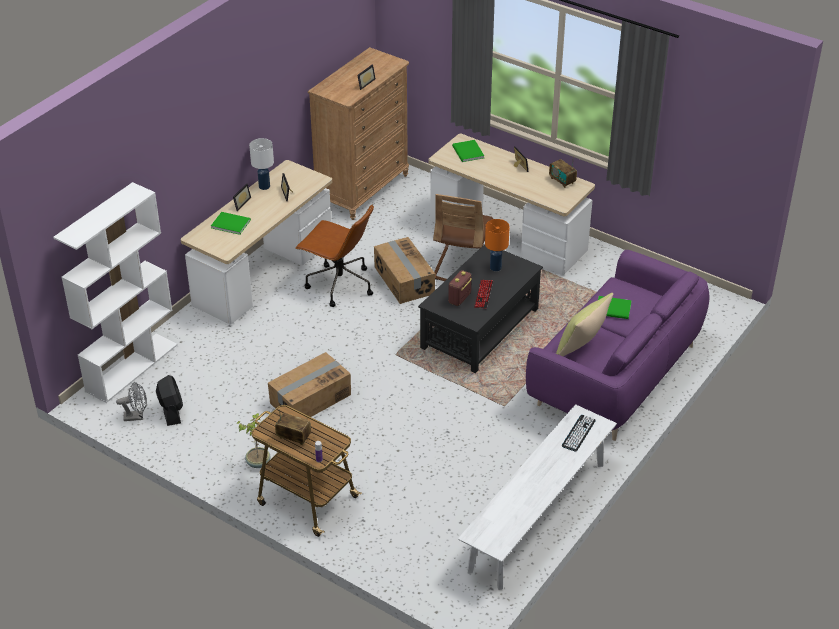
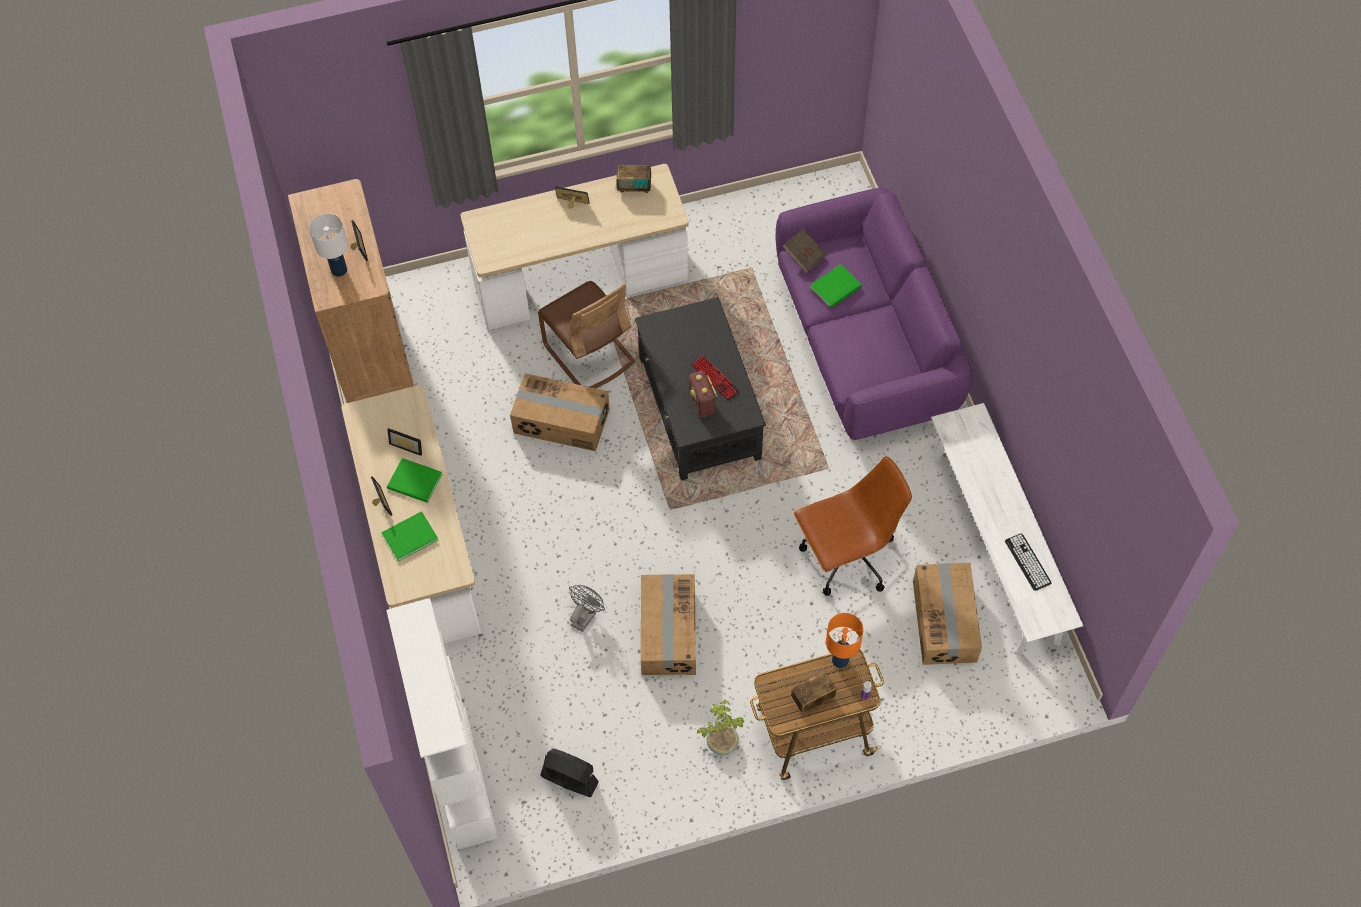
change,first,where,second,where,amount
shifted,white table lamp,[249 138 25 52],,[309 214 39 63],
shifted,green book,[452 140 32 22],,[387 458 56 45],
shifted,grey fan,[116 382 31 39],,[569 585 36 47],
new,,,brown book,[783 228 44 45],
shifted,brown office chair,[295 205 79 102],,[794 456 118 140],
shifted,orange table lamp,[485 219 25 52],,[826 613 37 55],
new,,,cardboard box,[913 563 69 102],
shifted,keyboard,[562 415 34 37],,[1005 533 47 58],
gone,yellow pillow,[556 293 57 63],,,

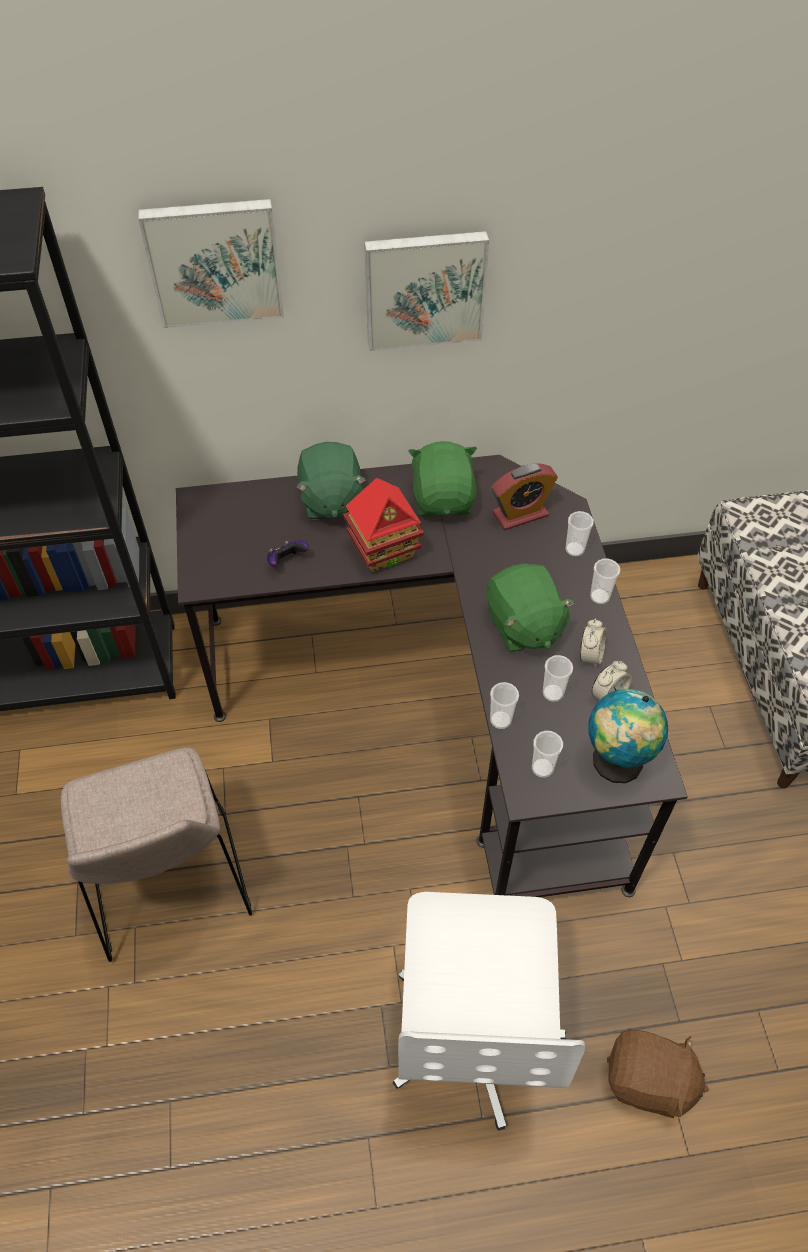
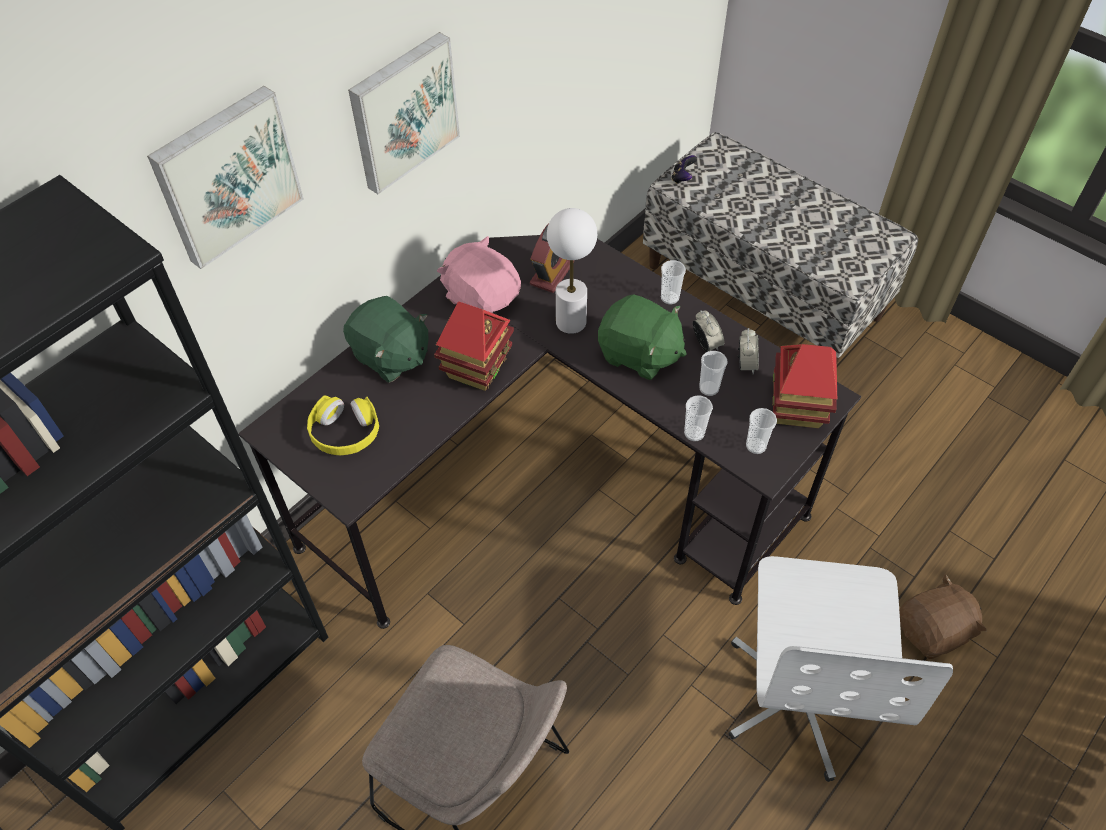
change,first,where,second,where,amount
new,,,yellow headphones,[307 395 72 60],
repainted,green plush toy,[408 441 69 76],pink plush toy,[437 236 84 77],
new,,,white table lamp,[547 208 50 126],
shifted,game controller,[267 540 42 27],,[671 155 26 29],
rotated,white office chair,[393 892 192 239],,[729 556 224 226],45 degrees clockwise
swapped,globe,[588 689 80 94],toy house,[772 344 65 84],
gone,cup,[566 511 28 46],,,

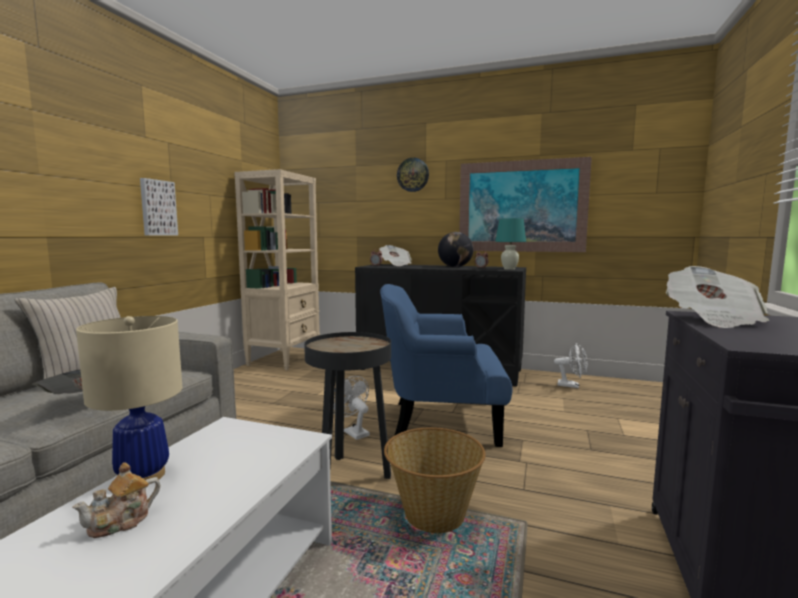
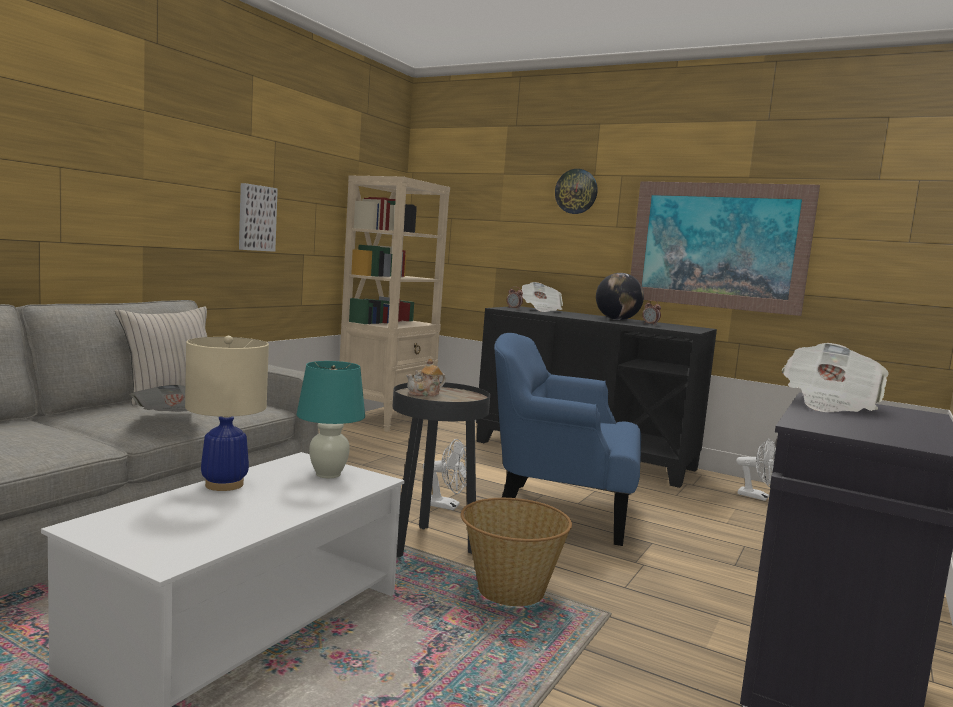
change,first,where,second,where,amount
shifted,turquoise table lamp,[495 218 31 52],,[297 361 68 117],
shifted,teapot,[72 462 88 76],,[406 359 40 38],
rotated,white fan,[333 376 37 64],,[423 439 44 71],135 degrees clockwise

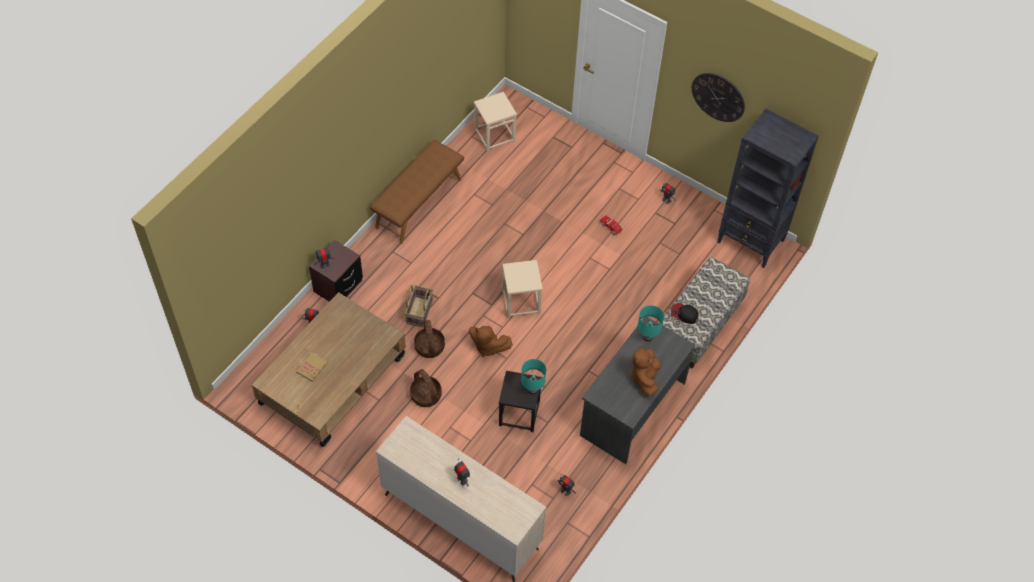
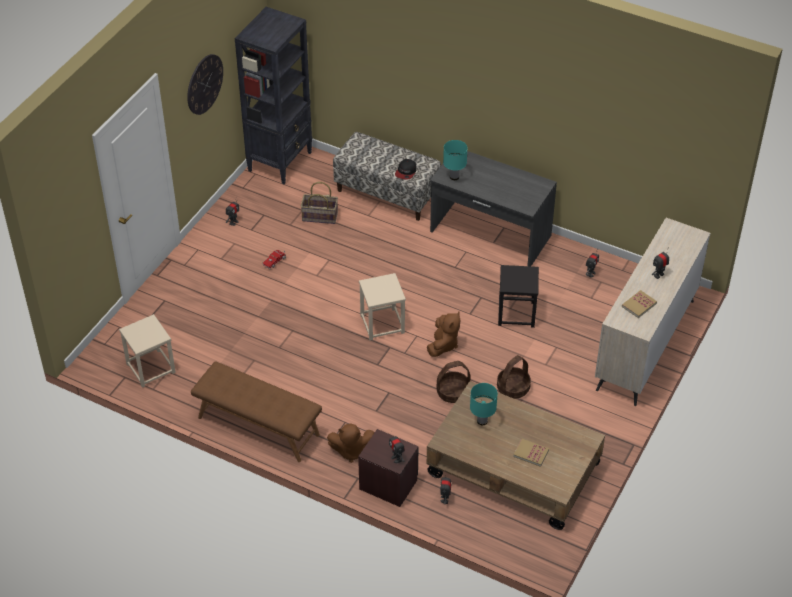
change,first,where,second,where,amount
shifted,basket,[405 285 28 42],,[301 182 37 42],
shifted,brown plush toy,[631 345 30 51],,[327 423 48 40],
shifted,turquoise table lamp,[521 359 25 35],,[470 383 28 42],
new,,,book,[622 290 35 28],

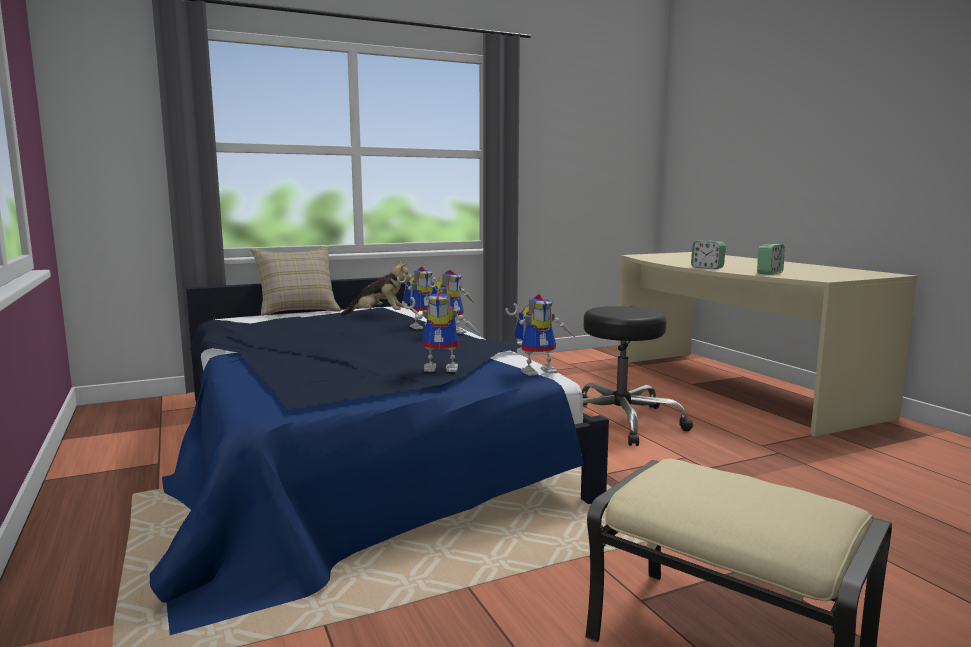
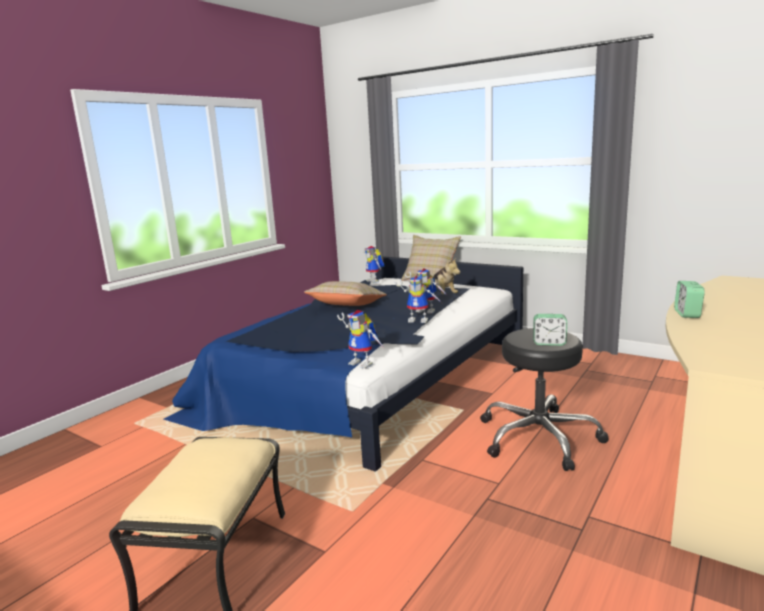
change,first,where,second,where,amount
new,,,beige pillow,[304 281 83 25],
shifted,toy robot,[402 290 81 82],,[363 246 22 37],
shifted,alarm clock,[757 244 27 31],,[533 314 34 32],

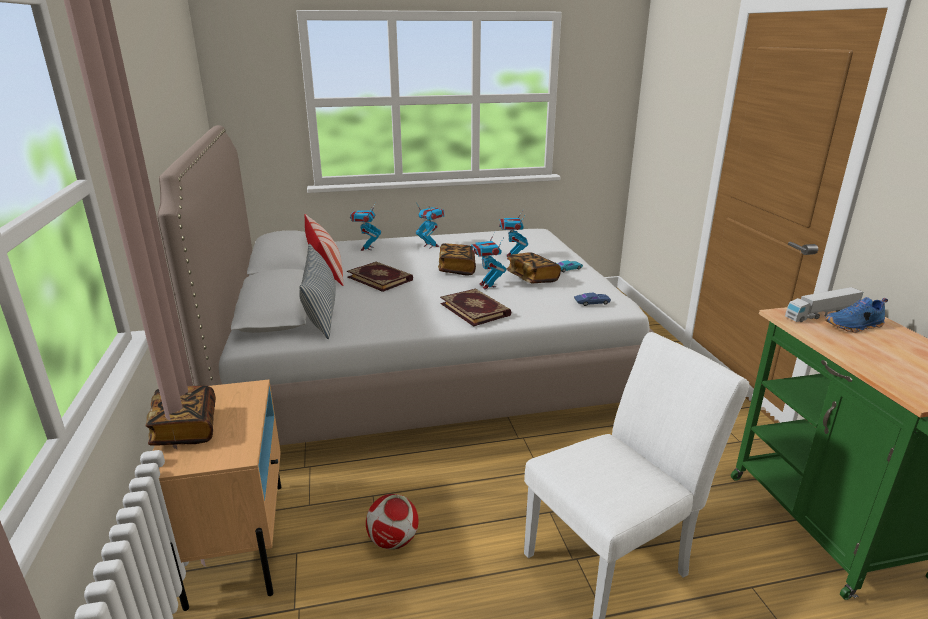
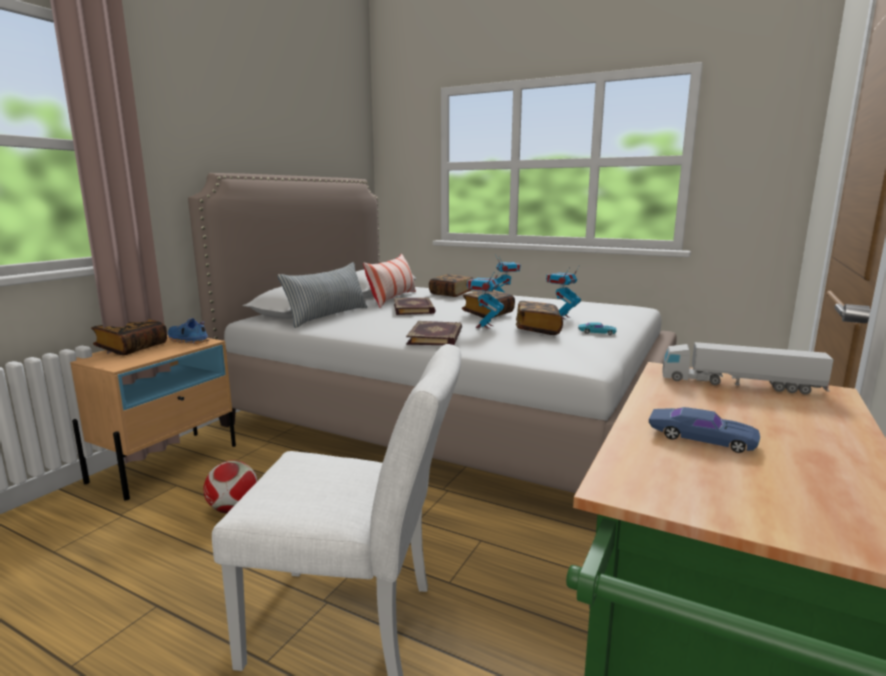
change,first,where,second,where,amount
shifted,blue shoe,[825 297 63 36],,[168 318 41 26],
swapped,toy robot,[350 203 31 48],book,[429 274 44 23],
shifted,blue toy car,[574 292 37 14],,[649 407 111 46],

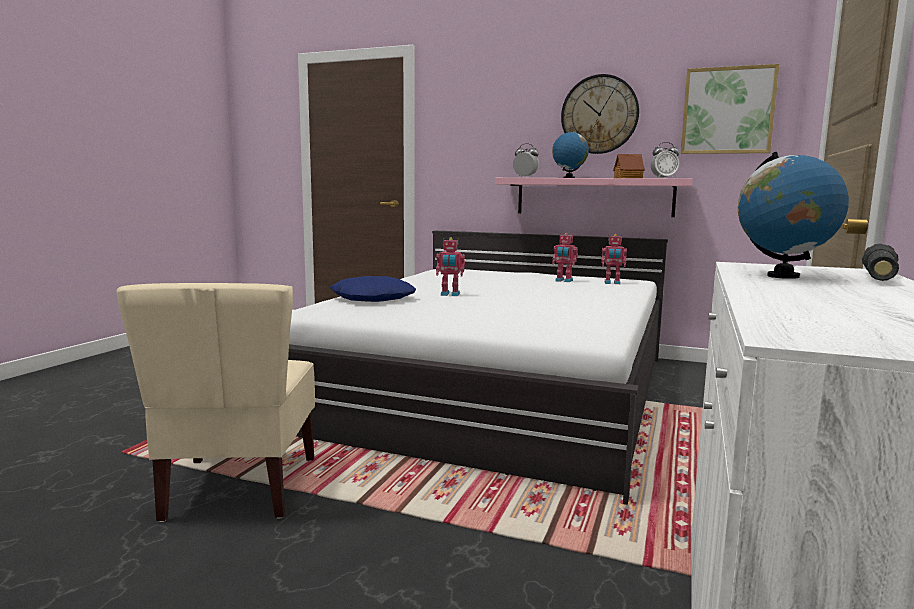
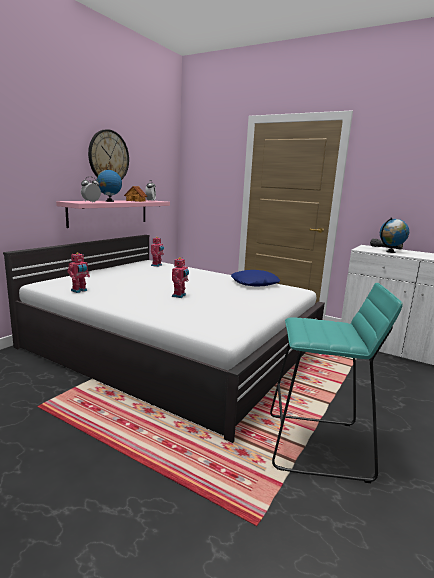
change,first,where,second,where,amount
shifted,toy robot,[552 233 26 49],,[67 252 23 41],
shifted,blue pillow,[329 276 87 26],,[231 270 49 16],
swapped,beige chair,[116 283 199 239],turquoise stool,[270 283 133 200],
gone,picture,[681 64 98 90],,,

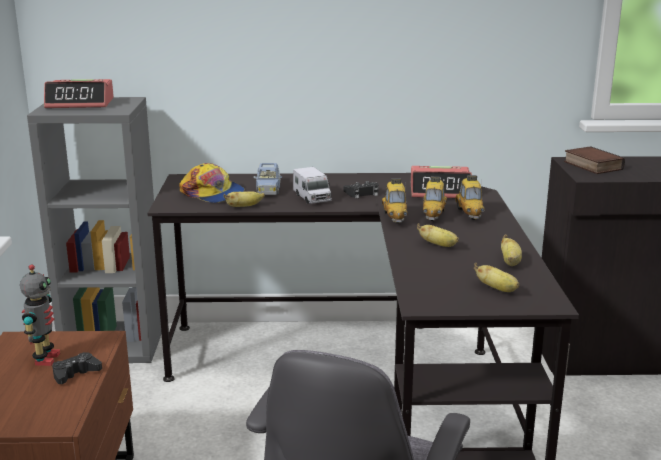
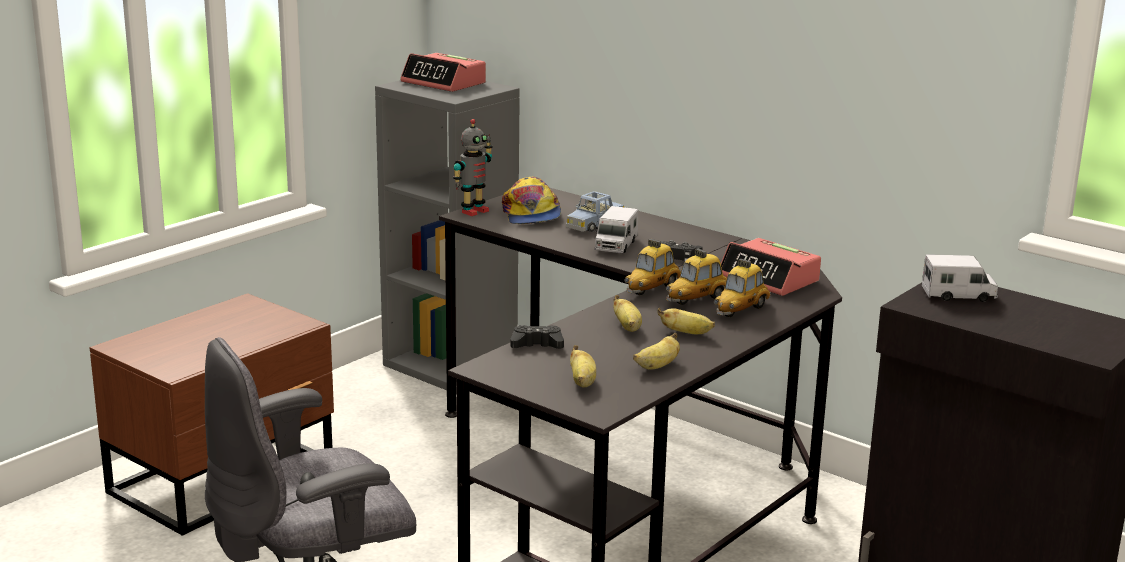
change,first,where,second,where,amount
shifted,toy robot,[20 264 40 102],,[453 119 40 97],
shifted,black game controller,[52 352 50 32],,[510 325 54 24],
shifted,banana,[224 191 41 16],,[658 308 57 26],
swapped,book,[564 146 61 28],toy truck,[922 254 76 48],

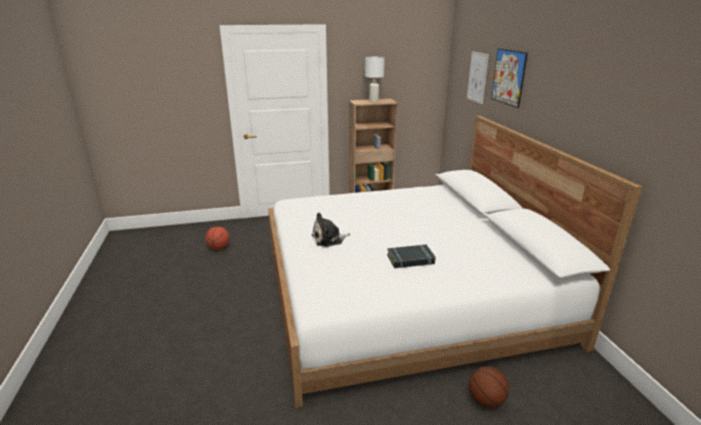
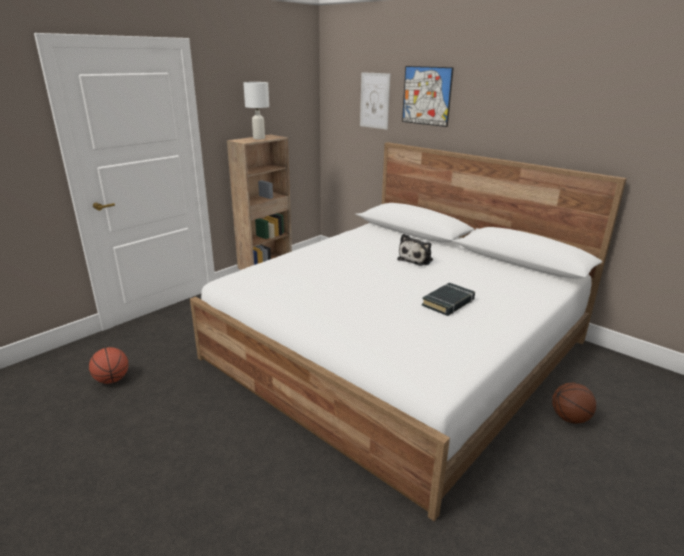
change,first,where,second,where,amount
shifted,plush toy,[312 212 38 35],,[397 234 36 32],

